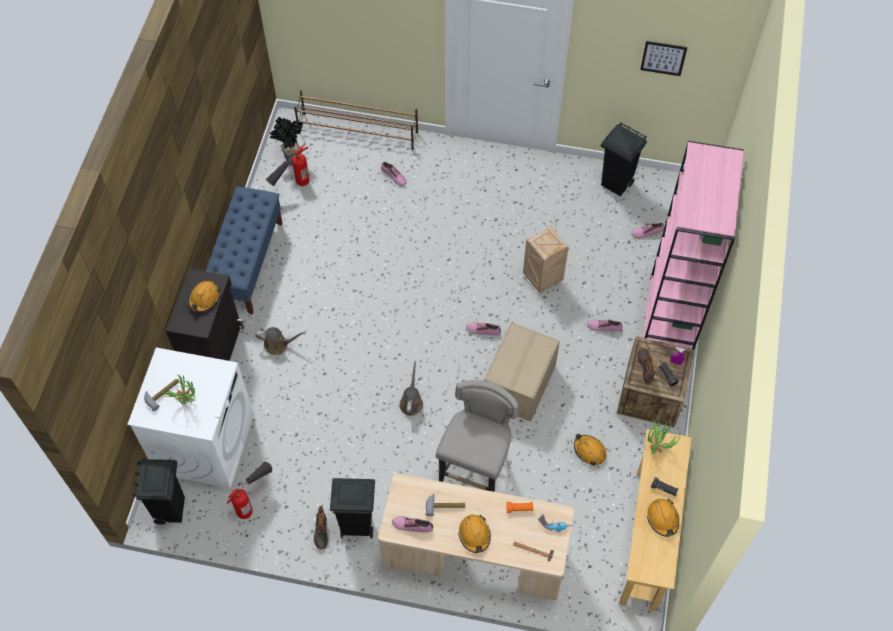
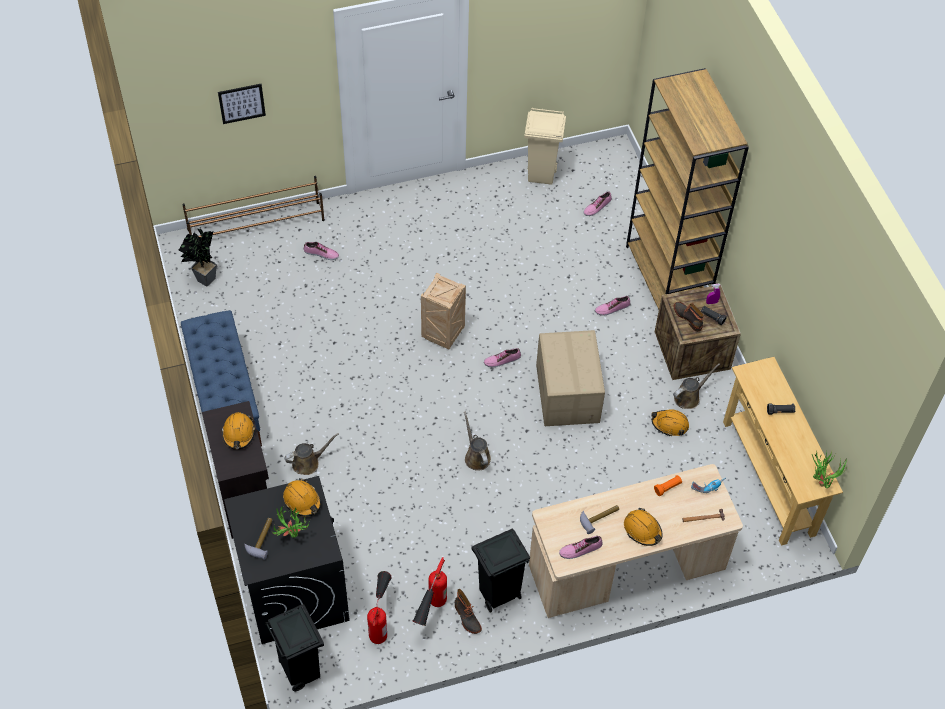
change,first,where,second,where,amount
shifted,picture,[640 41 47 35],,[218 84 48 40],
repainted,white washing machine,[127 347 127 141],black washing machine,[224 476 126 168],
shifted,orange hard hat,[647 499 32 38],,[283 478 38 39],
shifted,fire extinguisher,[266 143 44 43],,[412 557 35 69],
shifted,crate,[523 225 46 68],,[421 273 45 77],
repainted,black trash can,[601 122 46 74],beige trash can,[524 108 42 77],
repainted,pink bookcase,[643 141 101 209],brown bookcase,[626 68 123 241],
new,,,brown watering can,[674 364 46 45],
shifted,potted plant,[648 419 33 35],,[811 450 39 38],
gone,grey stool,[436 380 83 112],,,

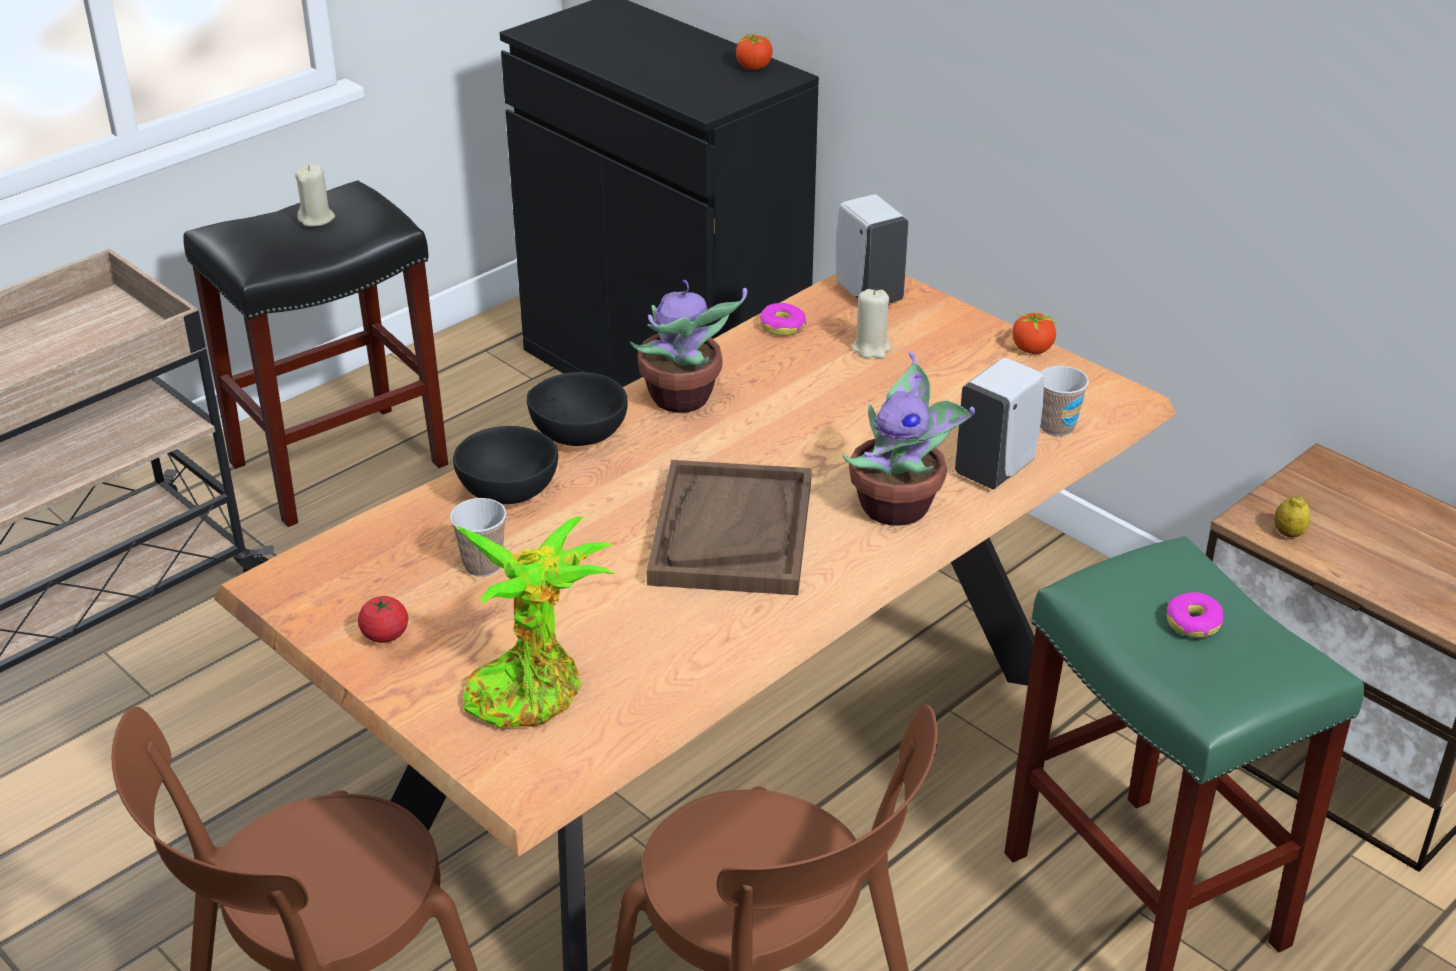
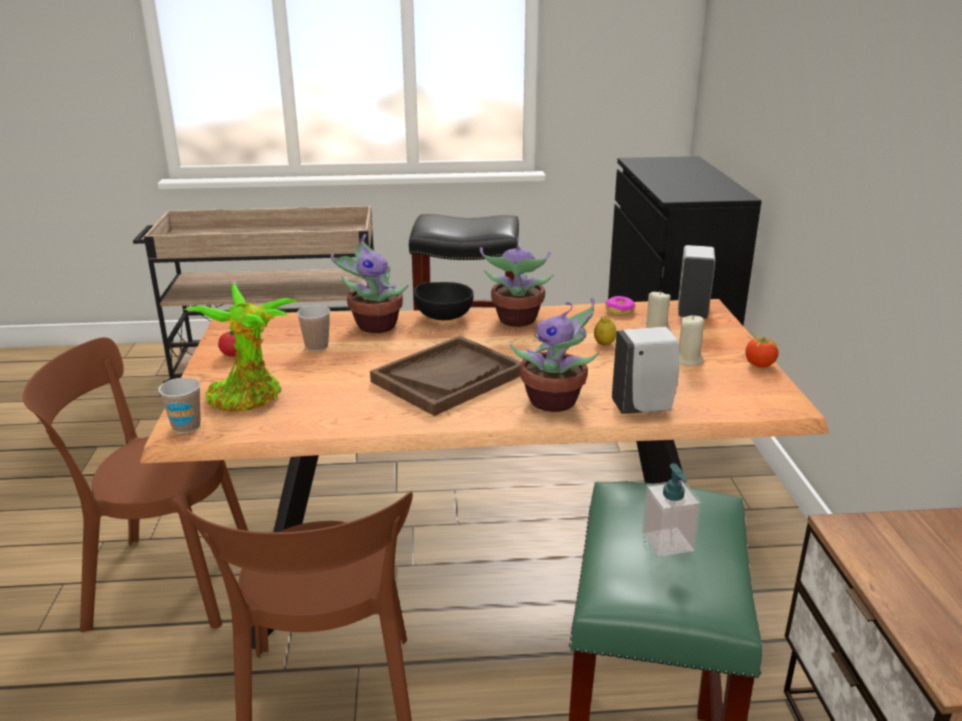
change,first,where,second,where,amount
shifted,cup,[1041 366 48 71],,[158 378 43 55],
swapped,black bowl,[453 426 105 78],potted plant,[331 234 77 99],
shifted,lemon,[1275 496 35 41],,[594 316 23 29],
swapped,donut,[1167 592 56 46],soap dispenser,[642 463 59 94],
shifted,beige candle,[295 164 40 63],,[679 315 25 51],
gone,tomato,[736 33 36 37],,,

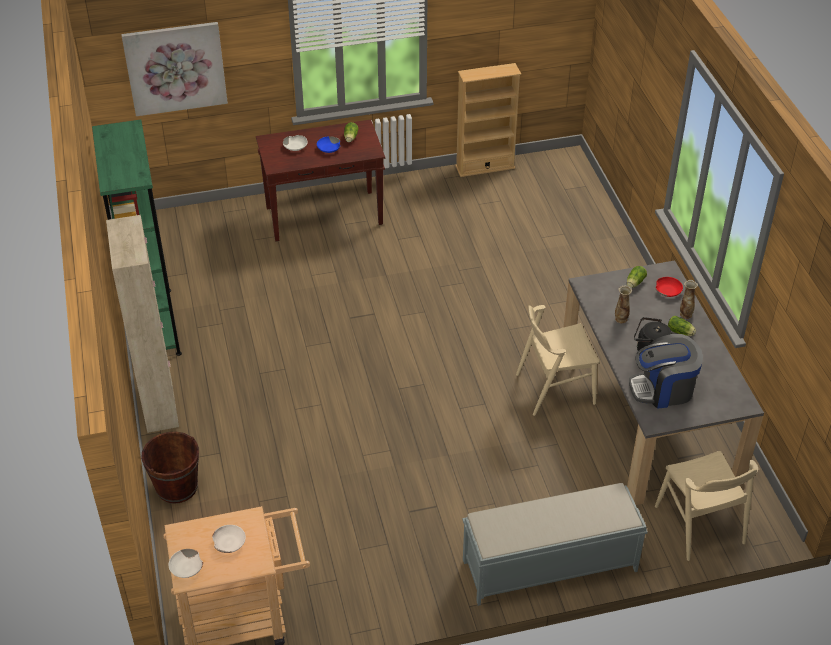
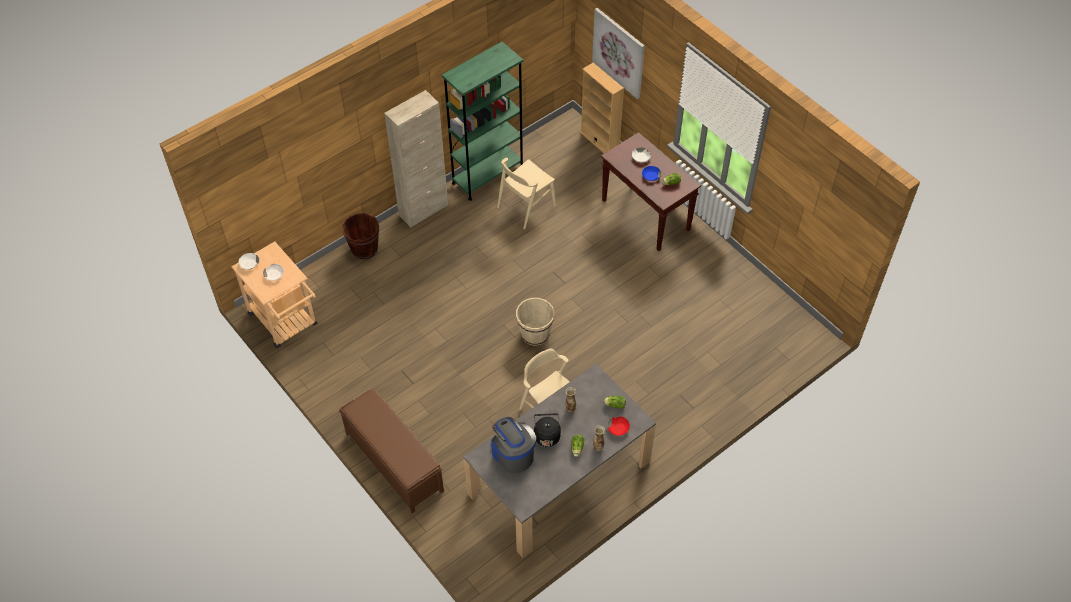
change,first,where,second,where,amount
repainted,grey bench,[462 483 186 123],brown bench,[339 388 105 125],
shifted,beige chair,[655 451 103 110],,[497 158 59 71],
new,,,beige bucket,[516 298 38 47],
shifted,beige bookcase,[455 63 66 114],,[580 63 44 90],

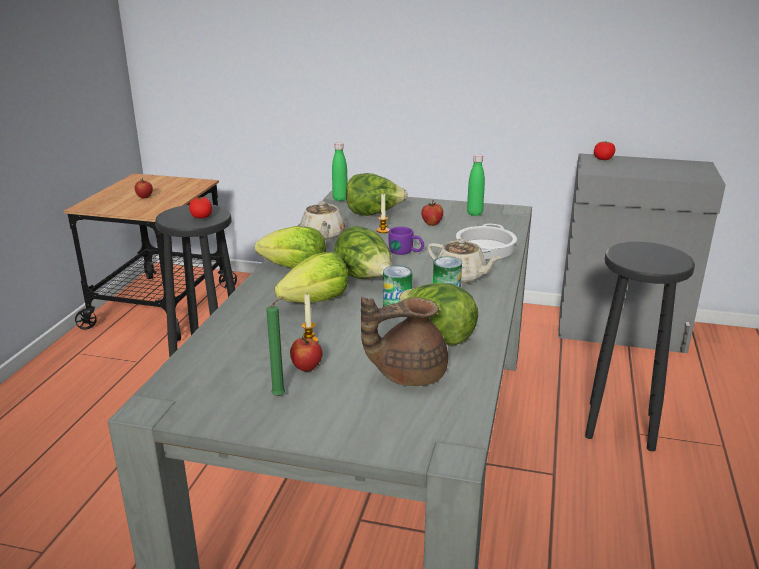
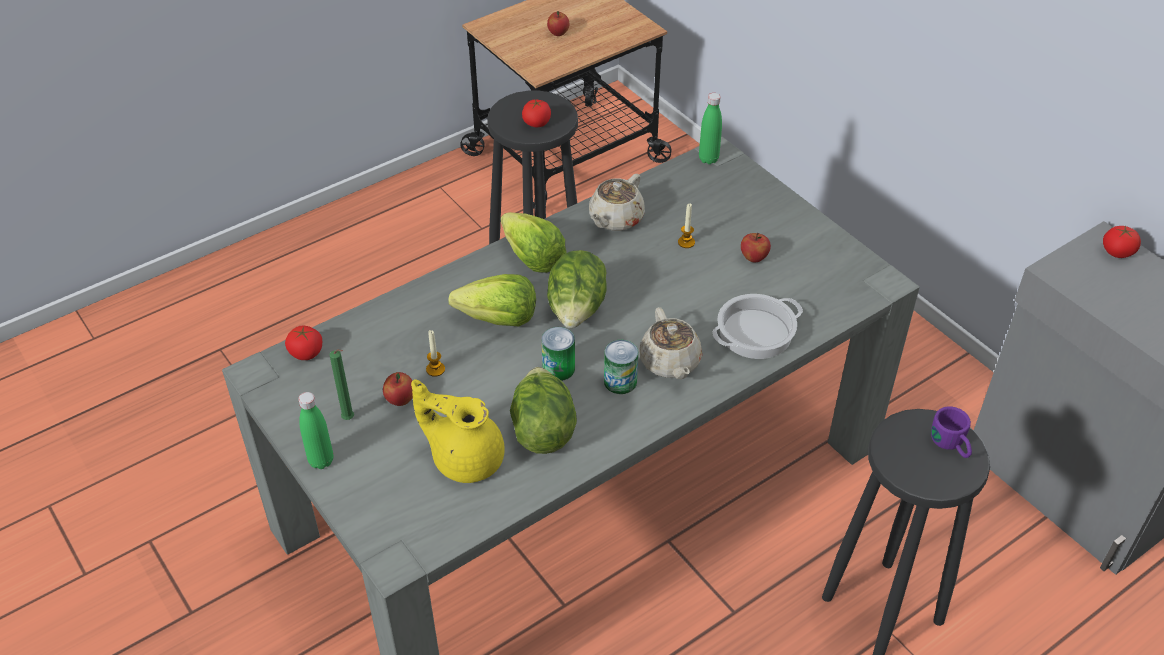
change,first,where,second,where,amount
new,,,tomato,[285 326 37 34],
shifted,green bottle,[467 154 18 62],,[298 392 35 77],
repainted,brown teapot,[361 297 87 89],yellow teapot,[411 379 94 104],
shifted,purple mug,[388 227 36 28],,[931 406 41 52],
gone,lettuce,[346 173 62 43],,,

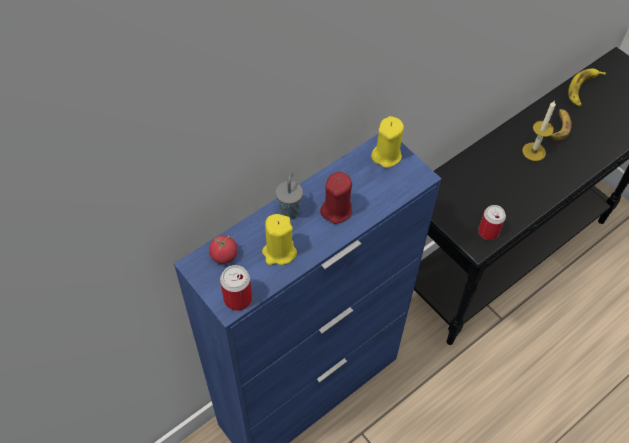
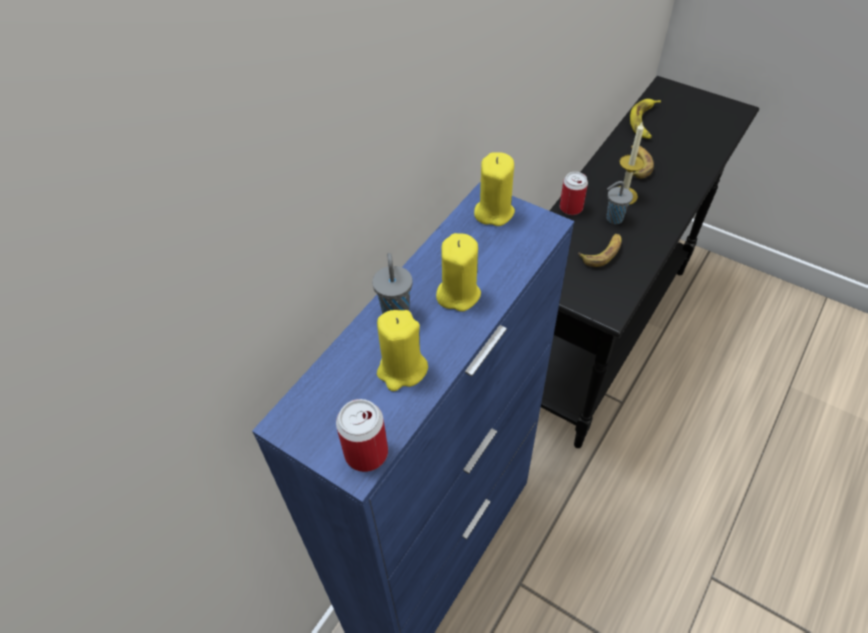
change,first,where,second,where,amount
repainted,red candle,[320 171 32 53],yellow candle,[436 233 45 79],
shifted,can,[478 205 28 35],,[560 172 28 43],
new,,,banana,[578 234 44 33],
new,,,grey cup,[606 181 27 43],
gone,tomato,[209 236 29 28],,,

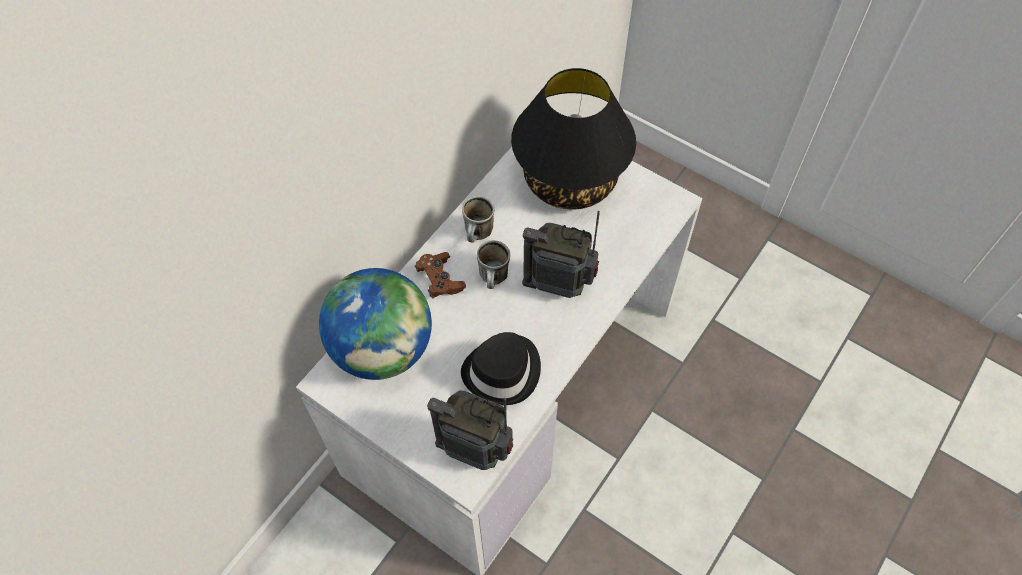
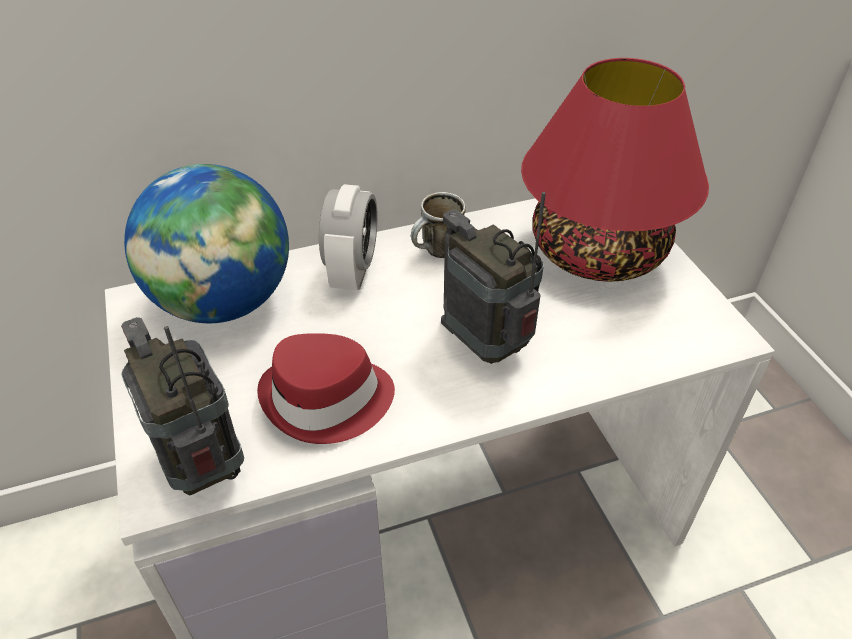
change,first,where,second,where,amount
repainted,black hat,[461 332 80 73],red hat,[257 333 138 111],
swapped,brown game controller,[415 252 51 47],alarm clock,[319 184 59 106],
repainted,black table lamp,[511 68 125 142],red table lamp,[521 58 188 224],
gone,mug,[477 240 33 49],,,

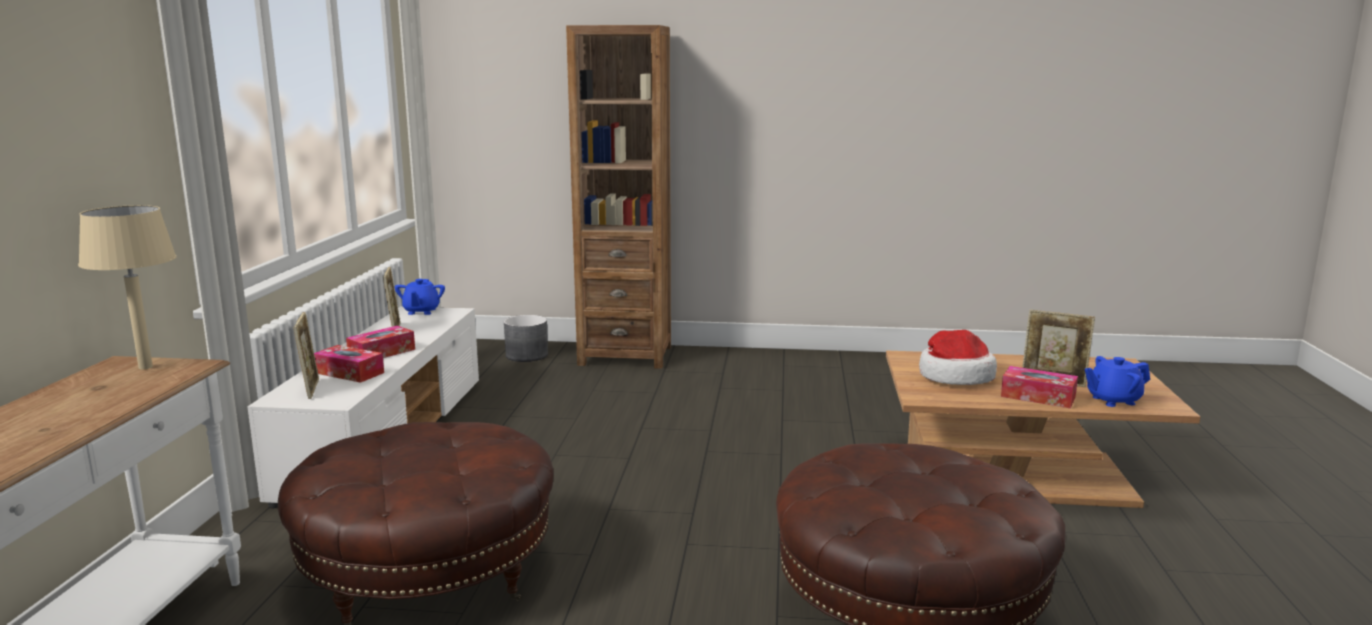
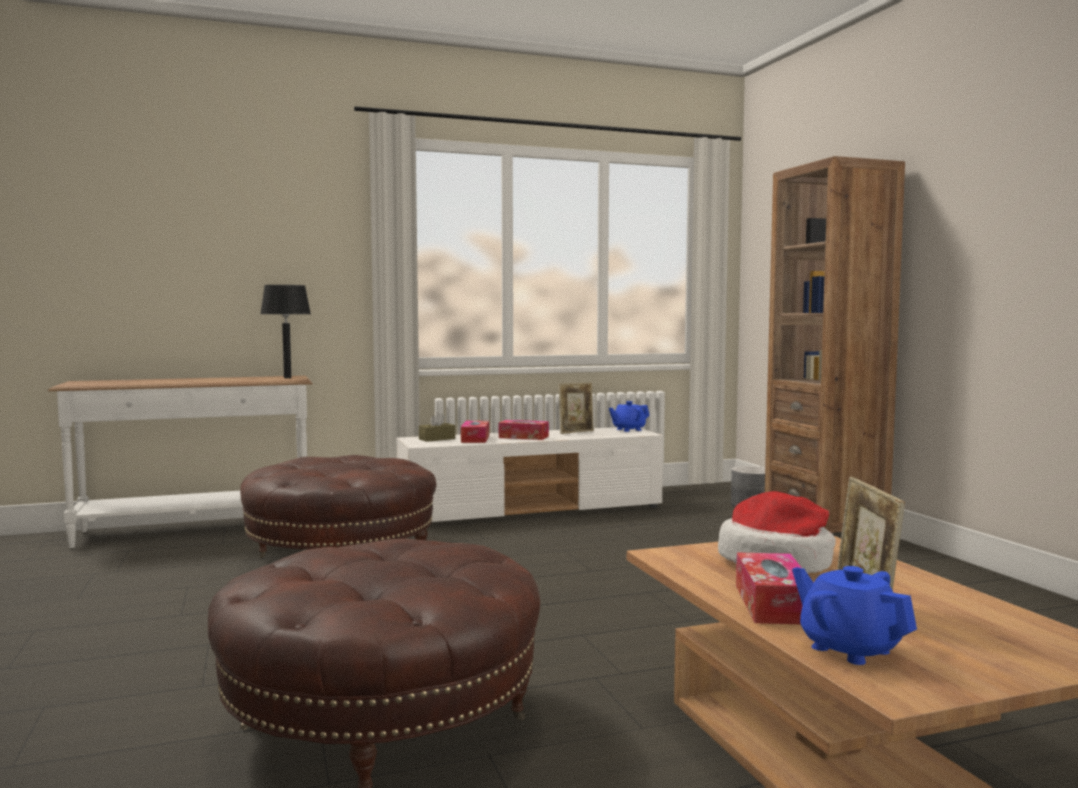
change,first,where,second,where,amount
repainted,beige table lamp,[78 205 99 164],black table lamp,[260 285 51 93],
swapped,picture frame,[293 312 26 87],brown tissue box,[419 412 36 30],

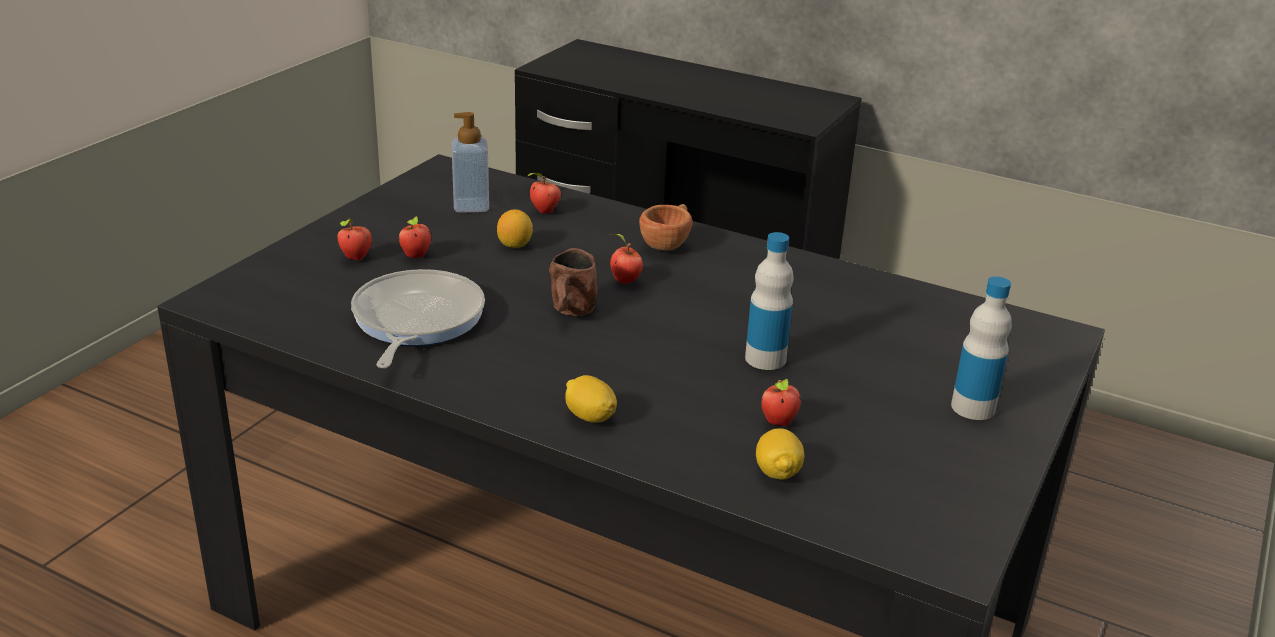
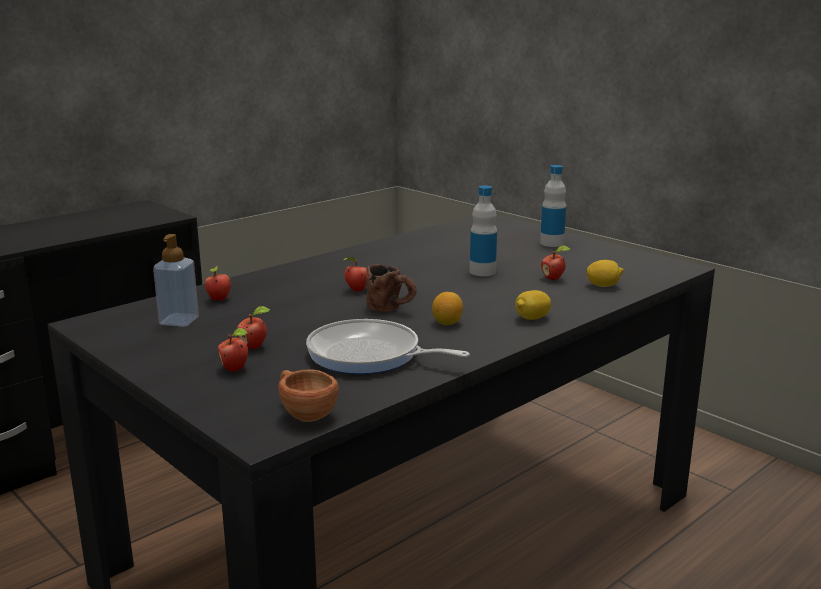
change,first,where,second,where,amount
shifted,brown cup,[639 204 54 47],,[278 369 61 53],
shifted,lemon,[497 209 36 39],,[432 292 31 33],

